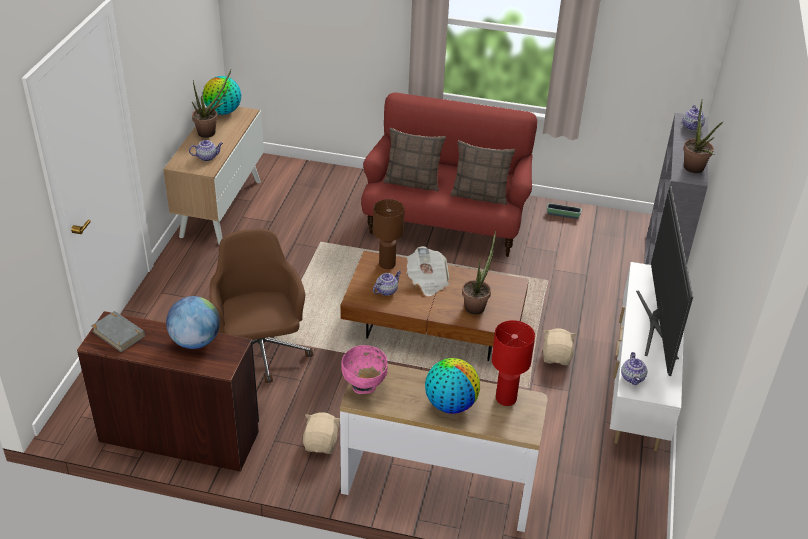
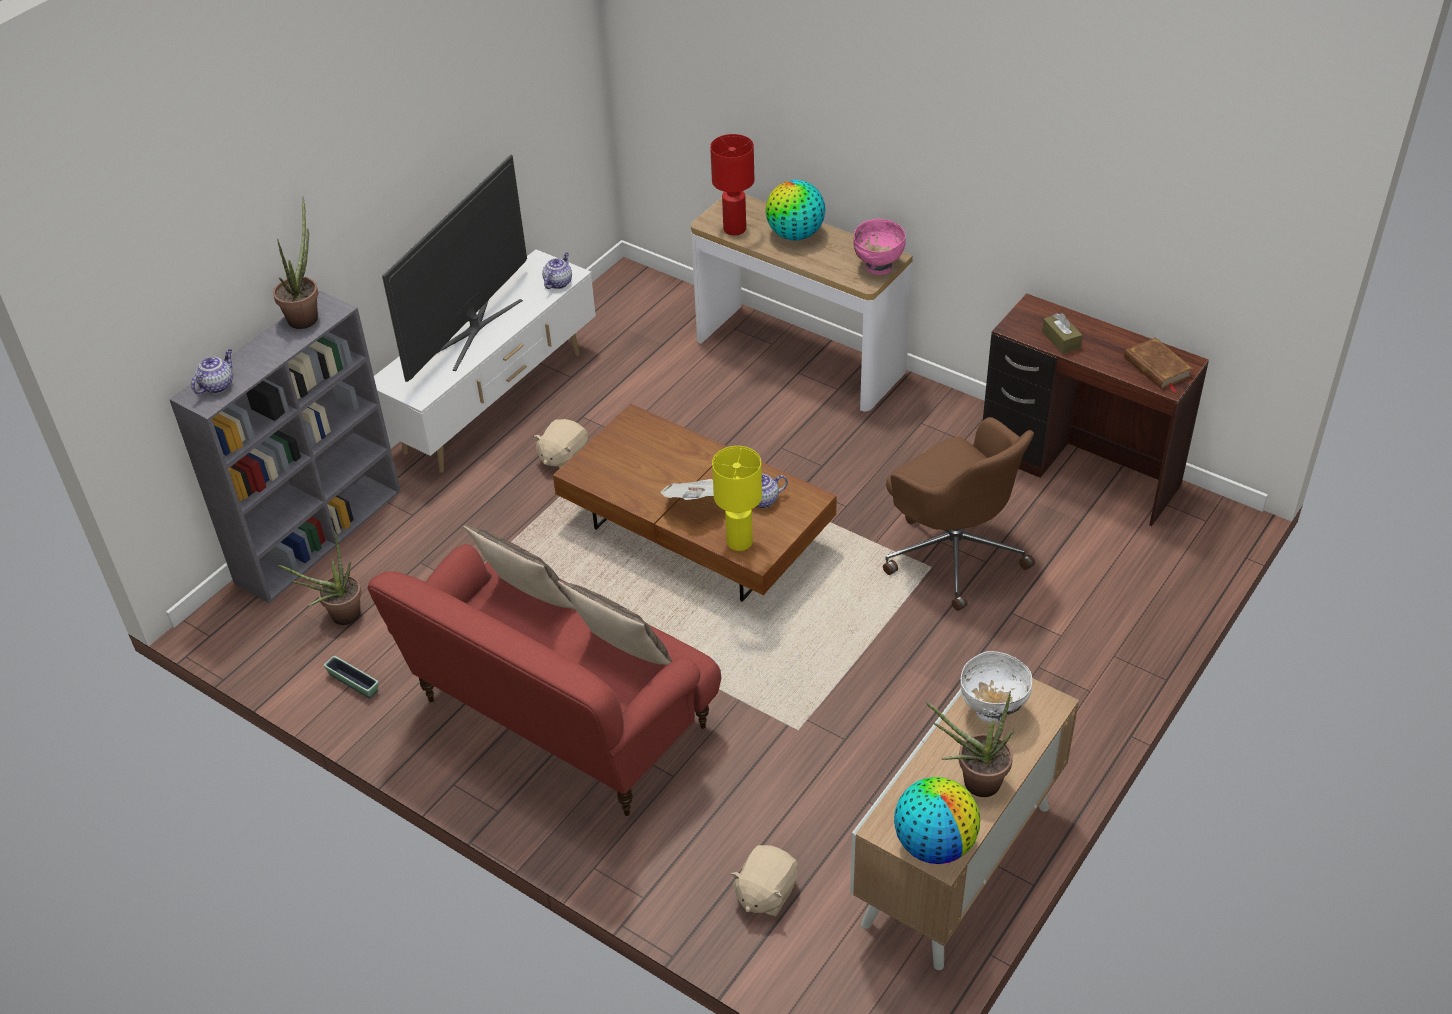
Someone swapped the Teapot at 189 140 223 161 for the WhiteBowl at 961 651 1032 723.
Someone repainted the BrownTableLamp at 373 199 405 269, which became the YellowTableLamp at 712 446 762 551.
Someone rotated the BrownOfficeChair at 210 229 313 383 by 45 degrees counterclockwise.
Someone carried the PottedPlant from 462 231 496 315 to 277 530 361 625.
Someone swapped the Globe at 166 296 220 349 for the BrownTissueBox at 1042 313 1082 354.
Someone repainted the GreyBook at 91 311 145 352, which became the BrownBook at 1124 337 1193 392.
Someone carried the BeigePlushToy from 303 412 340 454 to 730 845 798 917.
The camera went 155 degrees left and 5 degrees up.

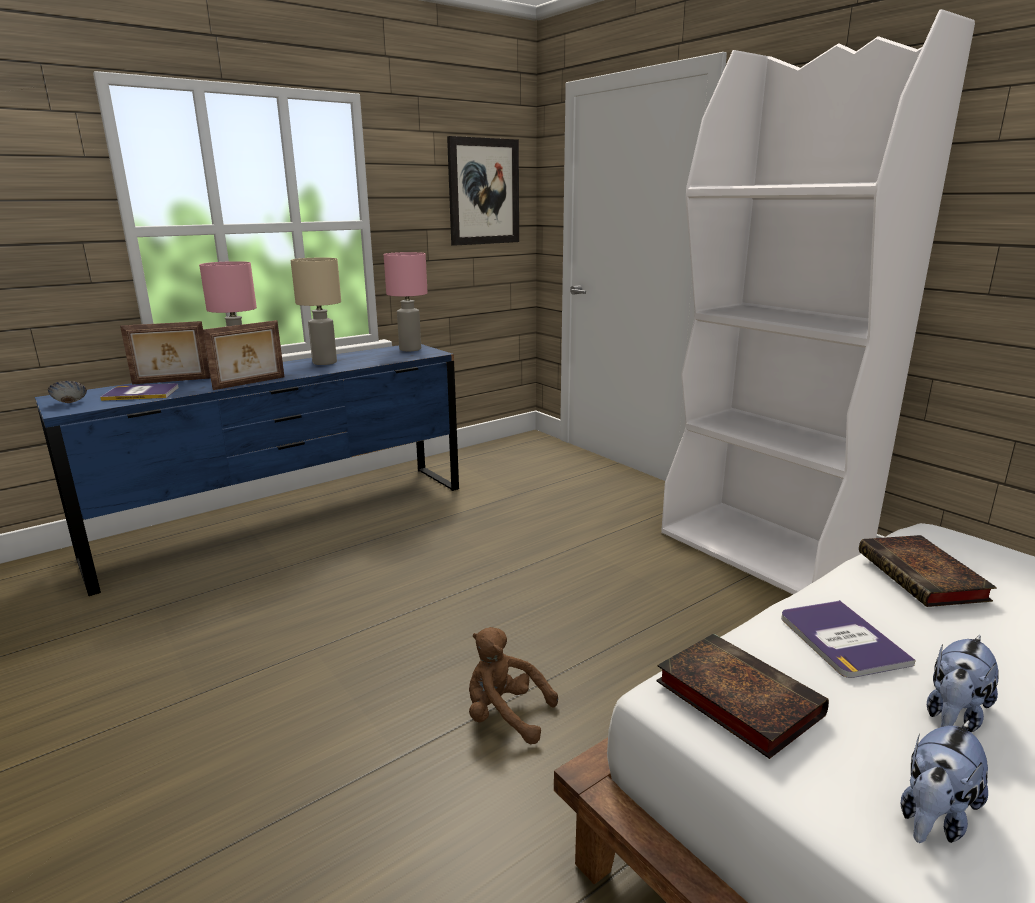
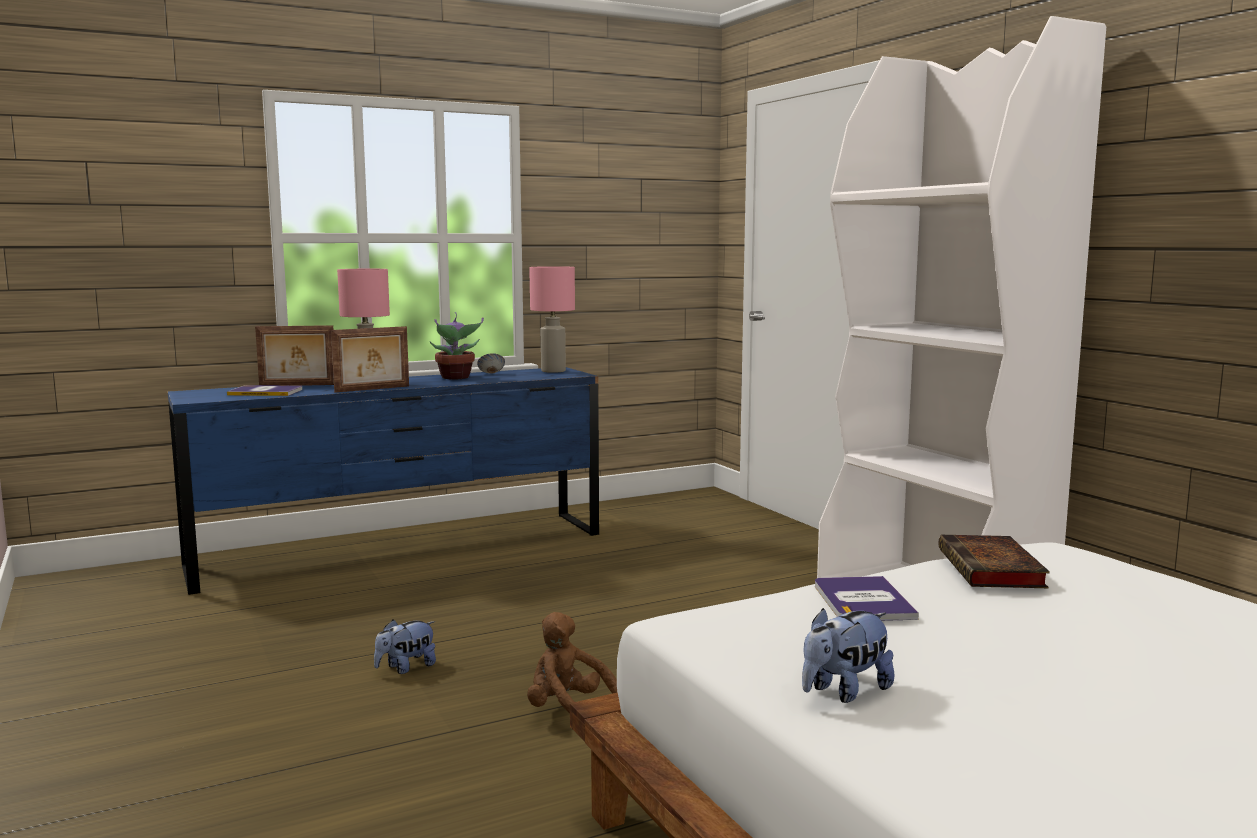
Someone took away the Picture at 447 136 519 246.
Someone swapped the BeigeTableLamp at 291 257 341 365 for the PottedPlant at 430 312 484 380.
Someone carried the Bowl from 48 381 87 403 to 477 353 505 374.
Someone took away the Book at 657 633 829 759.
Someone carried the PlushToy from 927 635 999 732 to 374 620 436 674.
The camera went 10 degrees right and 10 degrees down.

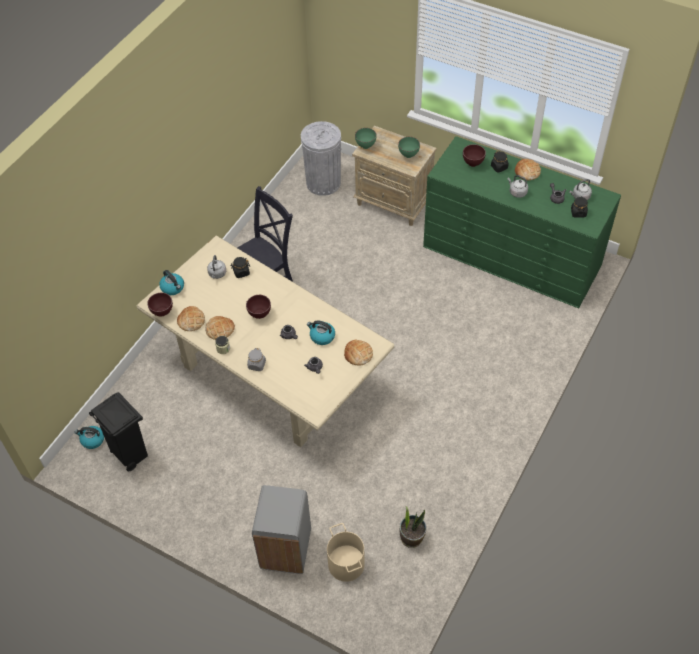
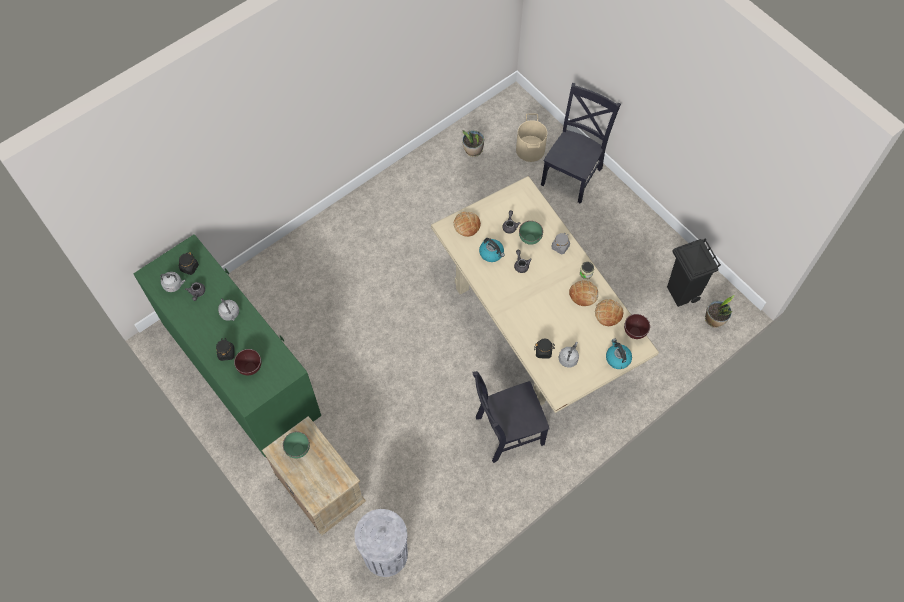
Someone carried the GreenBowl from 355 128 376 149 to 519 221 543 245.
Someone took away the Bread at 515 159 541 180.
Someone took away the BrownBowl at 246 295 271 319.
Someone swapped the Kettle at 74 426 104 449 for the PottedPlant at 705 295 734 328.
Someone swapped the GreyTrashCan at 252 485 311 574 for the BlackChair at 541 83 621 204.
The camera went 160 degrees left and 10 degrees up.

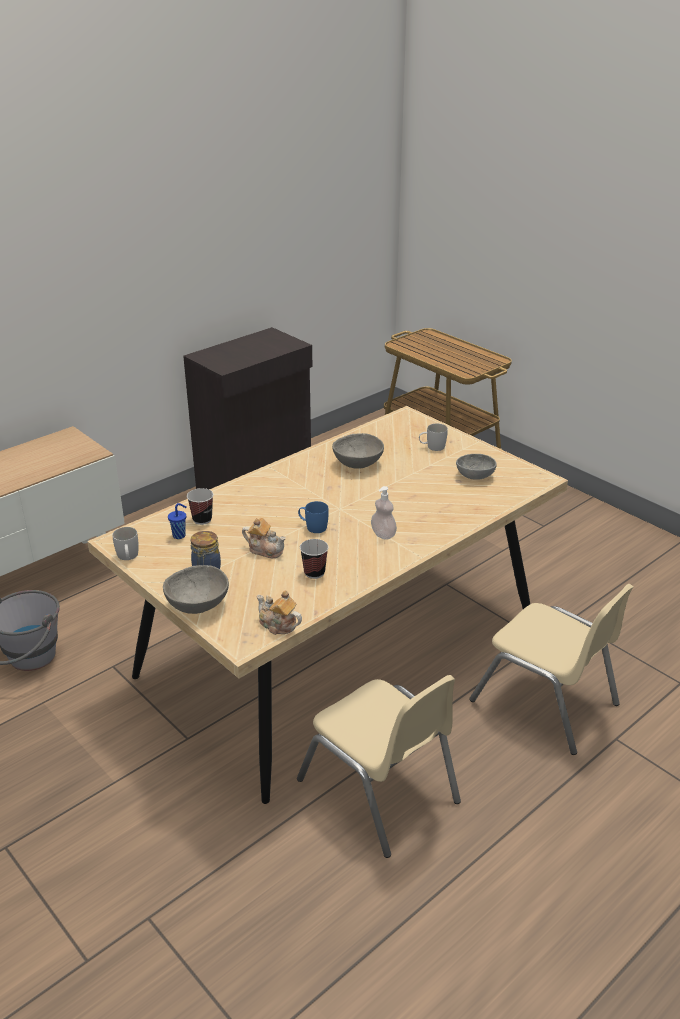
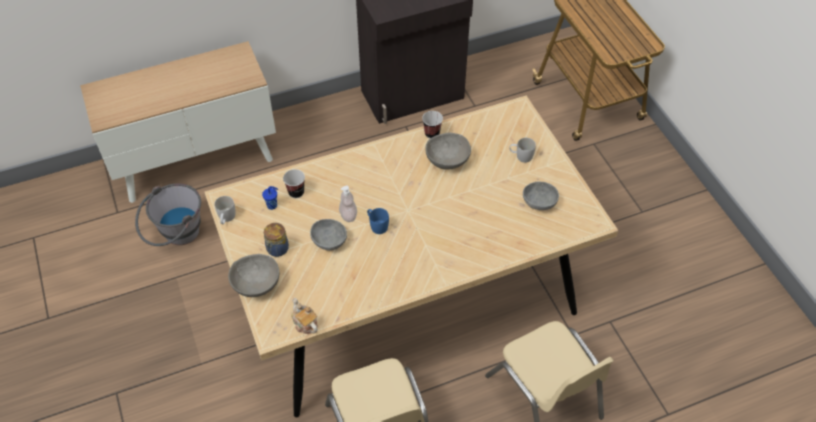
Someone carried the SoapDispenser from 371 486 397 540 to 339 185 357 222.
Someone swapped the Teapot at 242 518 286 558 for the GreyBowl at 310 219 347 251.
Someone carried the Cup from 300 539 329 579 to 422 111 443 138.
The camera went 20 degrees right and 20 degrees up.

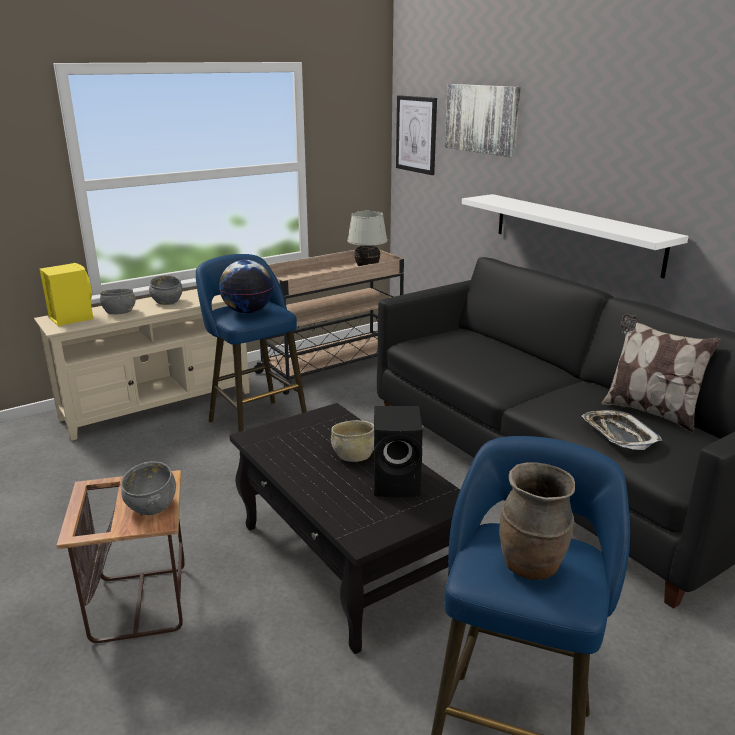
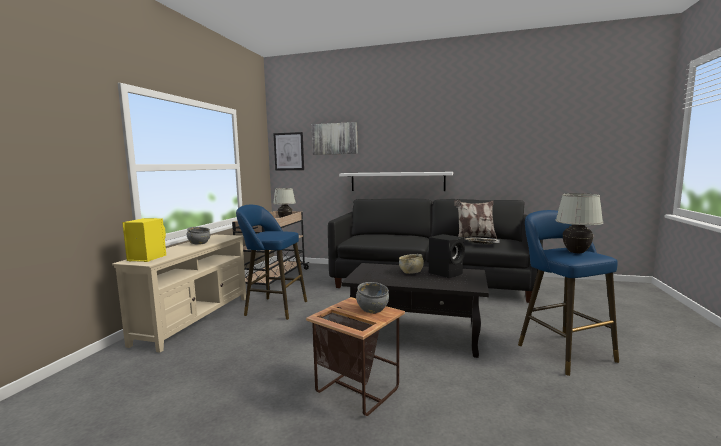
Someone took away the Globe at 219 260 273 313.
Someone took away the GreyBowl at 100 288 136 314.
Someone swapped the BrownVase at 499 462 575 580 for the WhiteTableLamp at 556 193 603 253.
The camera went 40 degrees left and 15 degrees down.

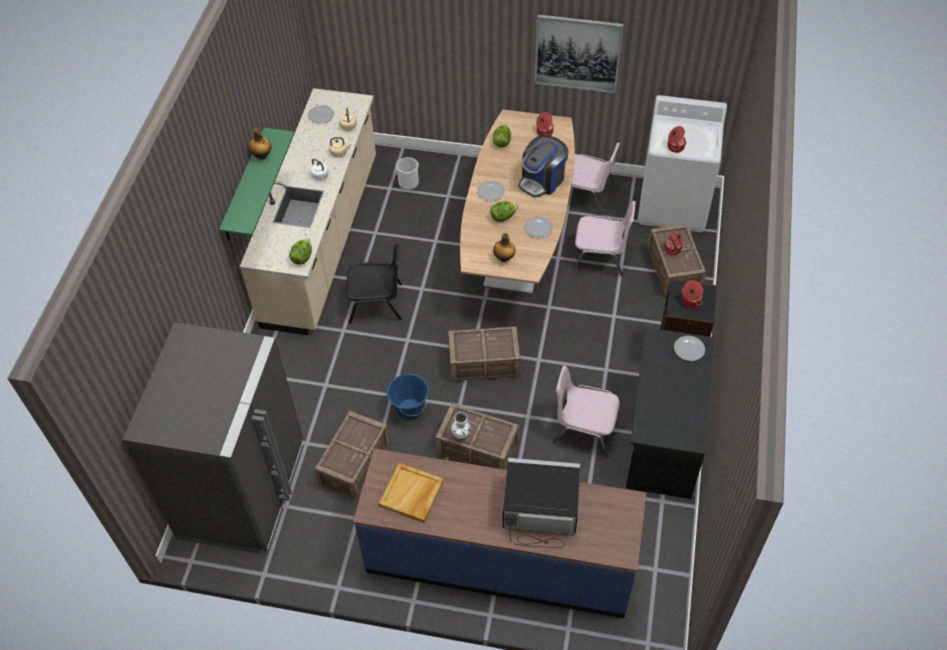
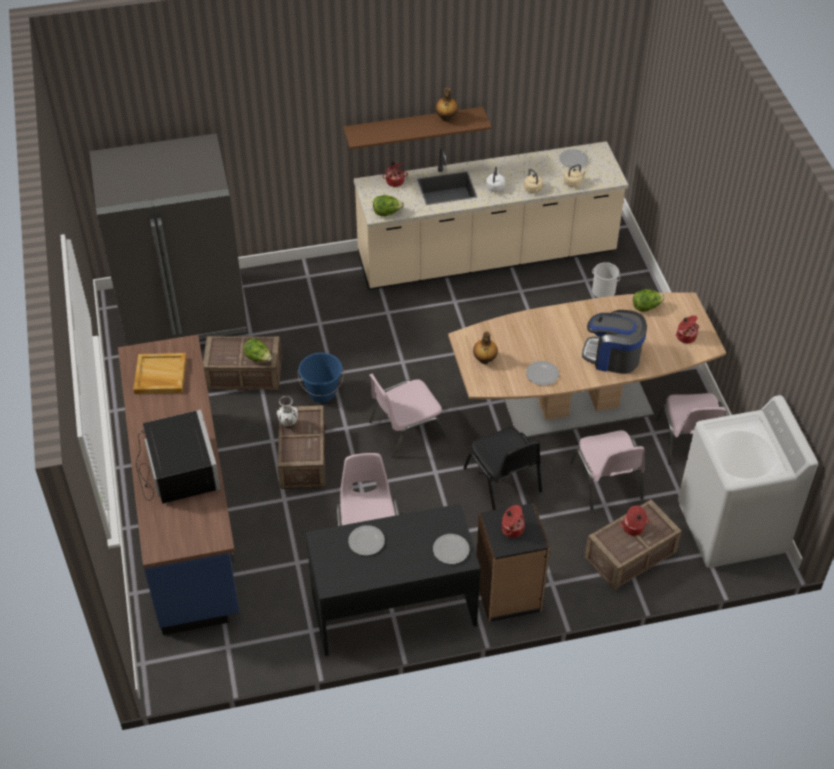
Someone took away the Picture at 534 14 624 93.
Someone carried the CookingPot from 667 126 686 153 to 382 162 408 187.
Someone repainted the GreenShelf at 219 128 295 241, which became the BrownShelf at 344 107 491 149.
Someone carried the Plate from 477 181 505 201 to 348 525 385 556.
Someone carried the Lettuce from 490 201 518 222 to 244 338 272 362.
Someone carried the BlackChair from 346 244 402 324 to 463 427 542 510.
Someone swapped the Crate at 448 326 521 382 for the PinkChair at 369 373 447 458.
The camera went 65 degrees right and 5 degrees down.

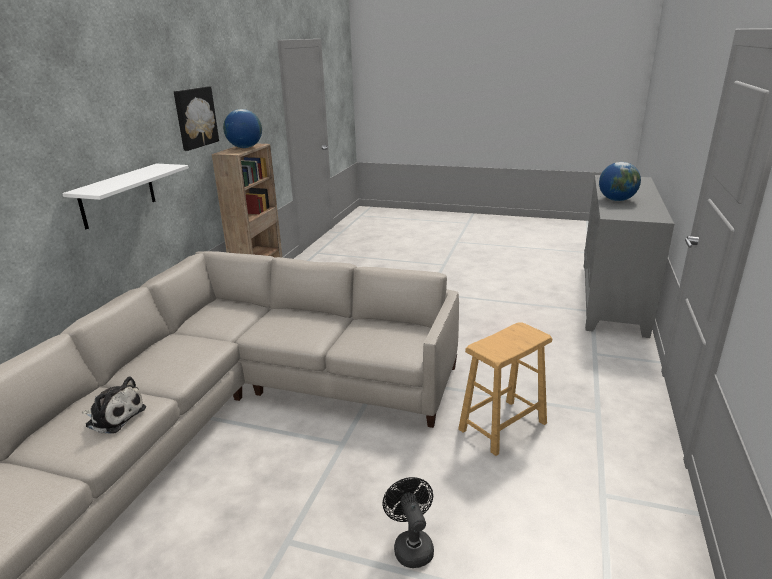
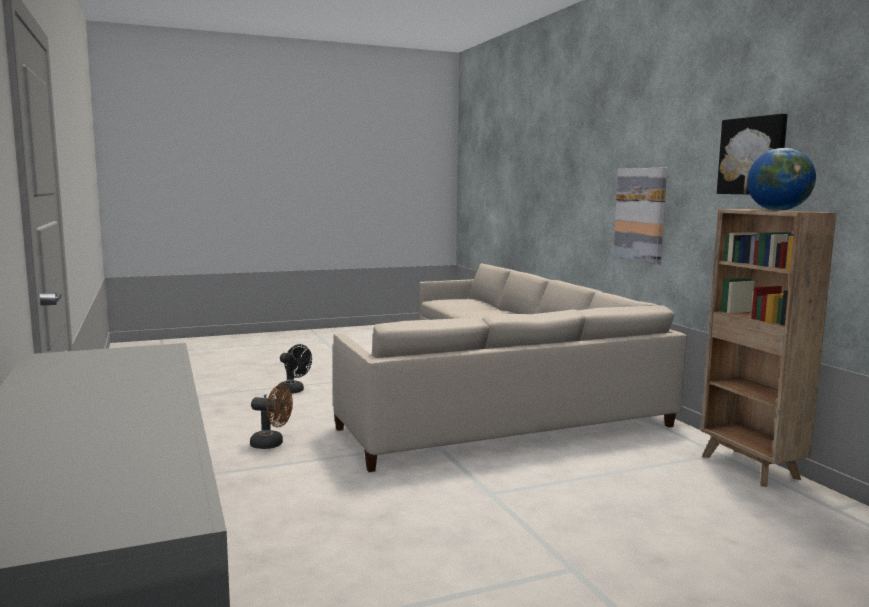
Someone took away the Globe at 599 162 641 201.
Someone swapped the WhiteShelf at 62 164 189 229 for the Picture at 613 168 667 264.
Someone swapped the BrownStool at 458 322 552 456 for the BrownFan at 250 385 293 449.
Someone took away the PlushToy at 82 376 146 433.
The camera went 140 degrees right and 15 degrees down.

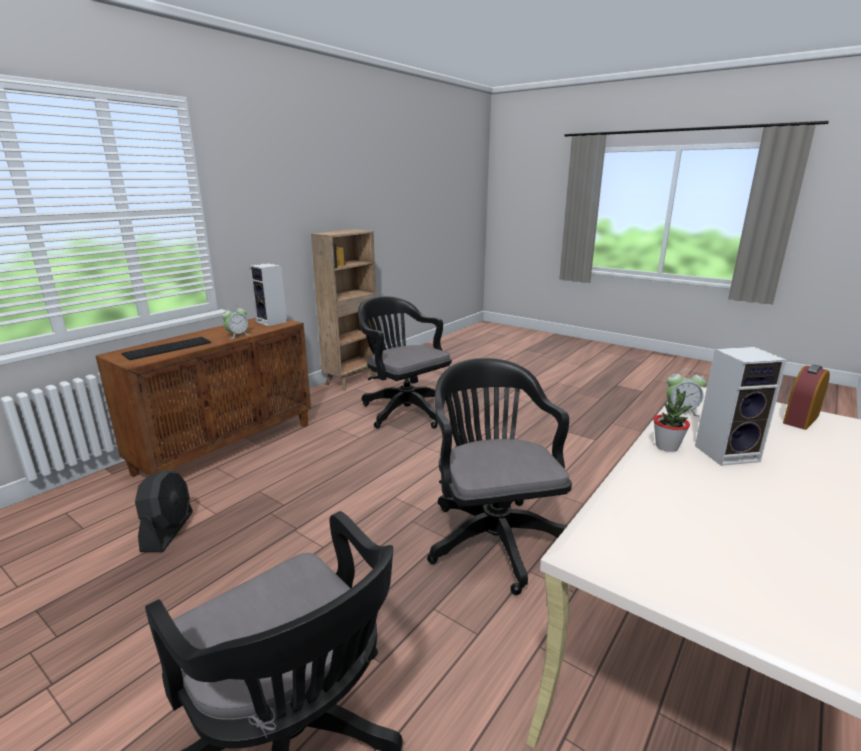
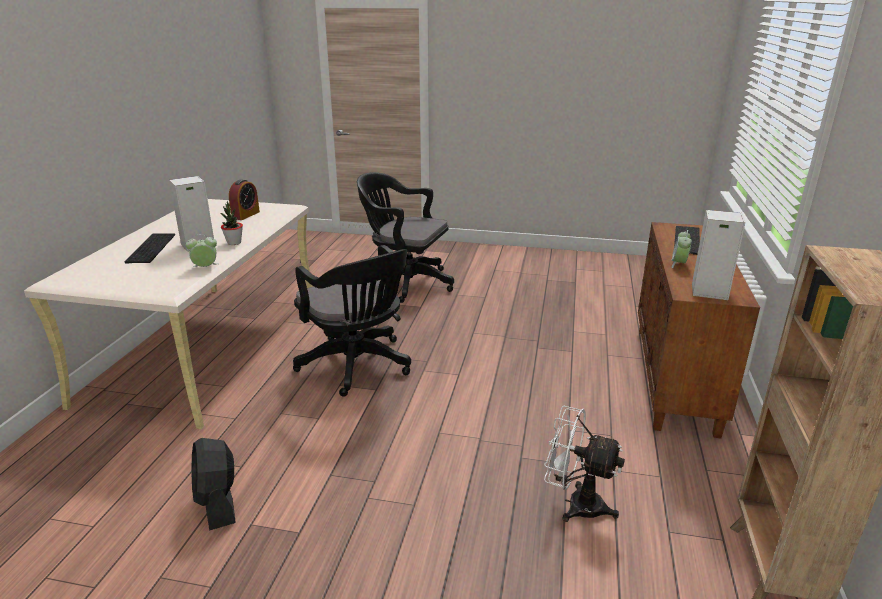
Someone swapped the BlackOfficeChair at 358 296 453 429 for the WhiteFan at 544 406 625 522.
Someone carried the AlarmClock from 783 364 830 430 to 229 179 260 220.
Someone carried the BlackFan from 135 470 193 552 to 191 438 235 531.
Someone put down the Keyboard at 125 233 175 263.
The camera went 155 degrees right and 5 degrees up.

